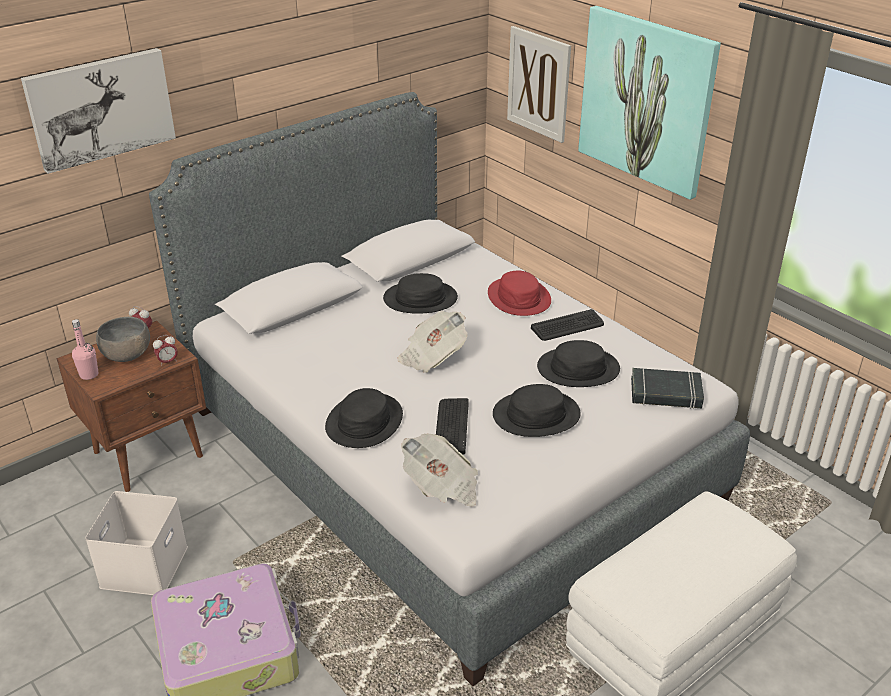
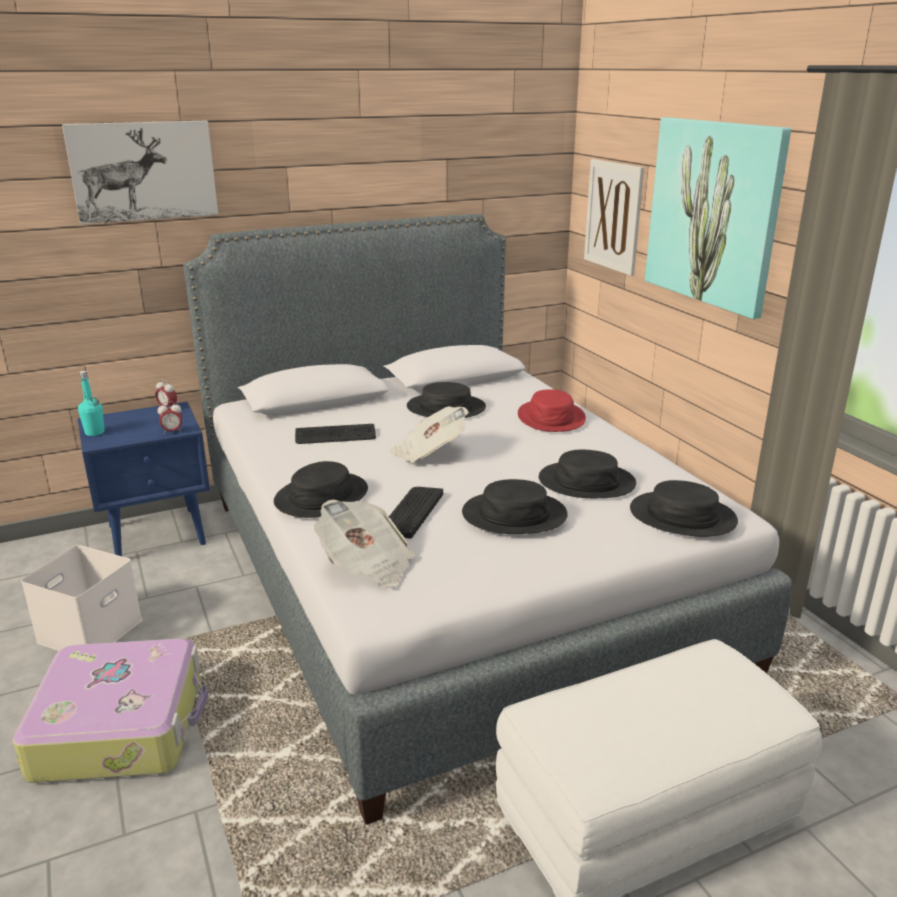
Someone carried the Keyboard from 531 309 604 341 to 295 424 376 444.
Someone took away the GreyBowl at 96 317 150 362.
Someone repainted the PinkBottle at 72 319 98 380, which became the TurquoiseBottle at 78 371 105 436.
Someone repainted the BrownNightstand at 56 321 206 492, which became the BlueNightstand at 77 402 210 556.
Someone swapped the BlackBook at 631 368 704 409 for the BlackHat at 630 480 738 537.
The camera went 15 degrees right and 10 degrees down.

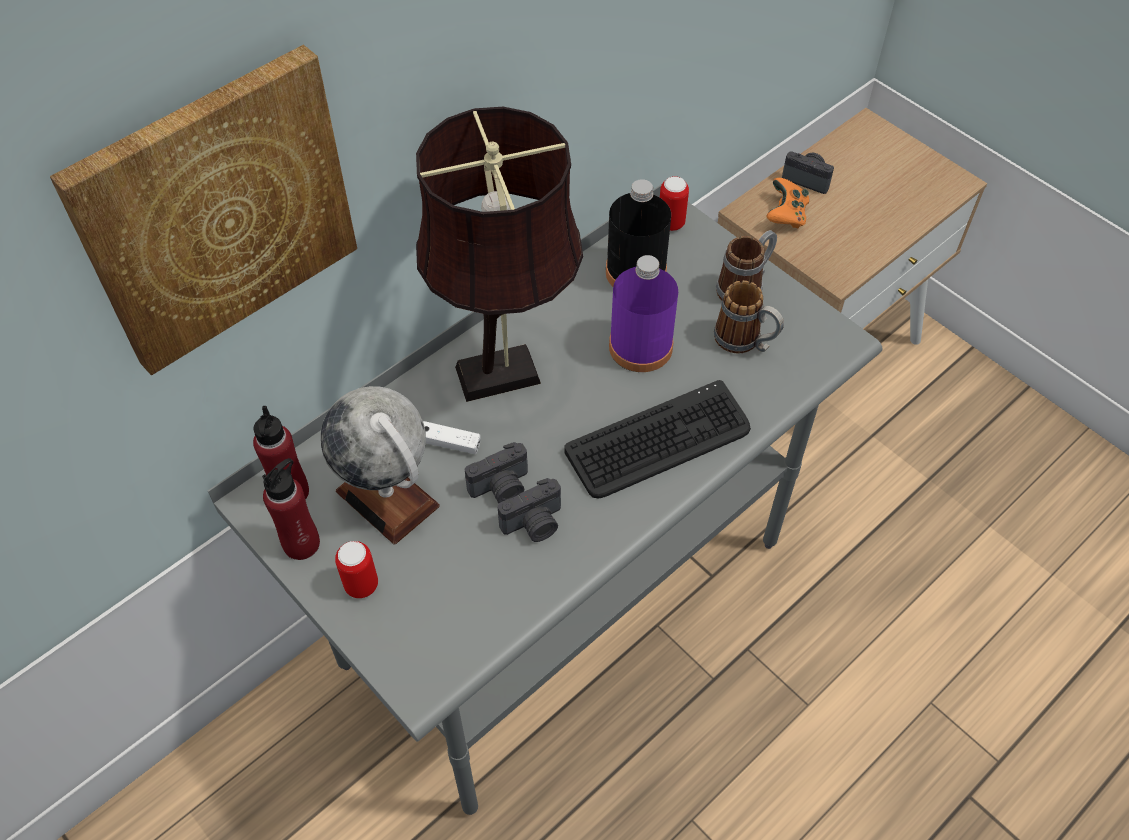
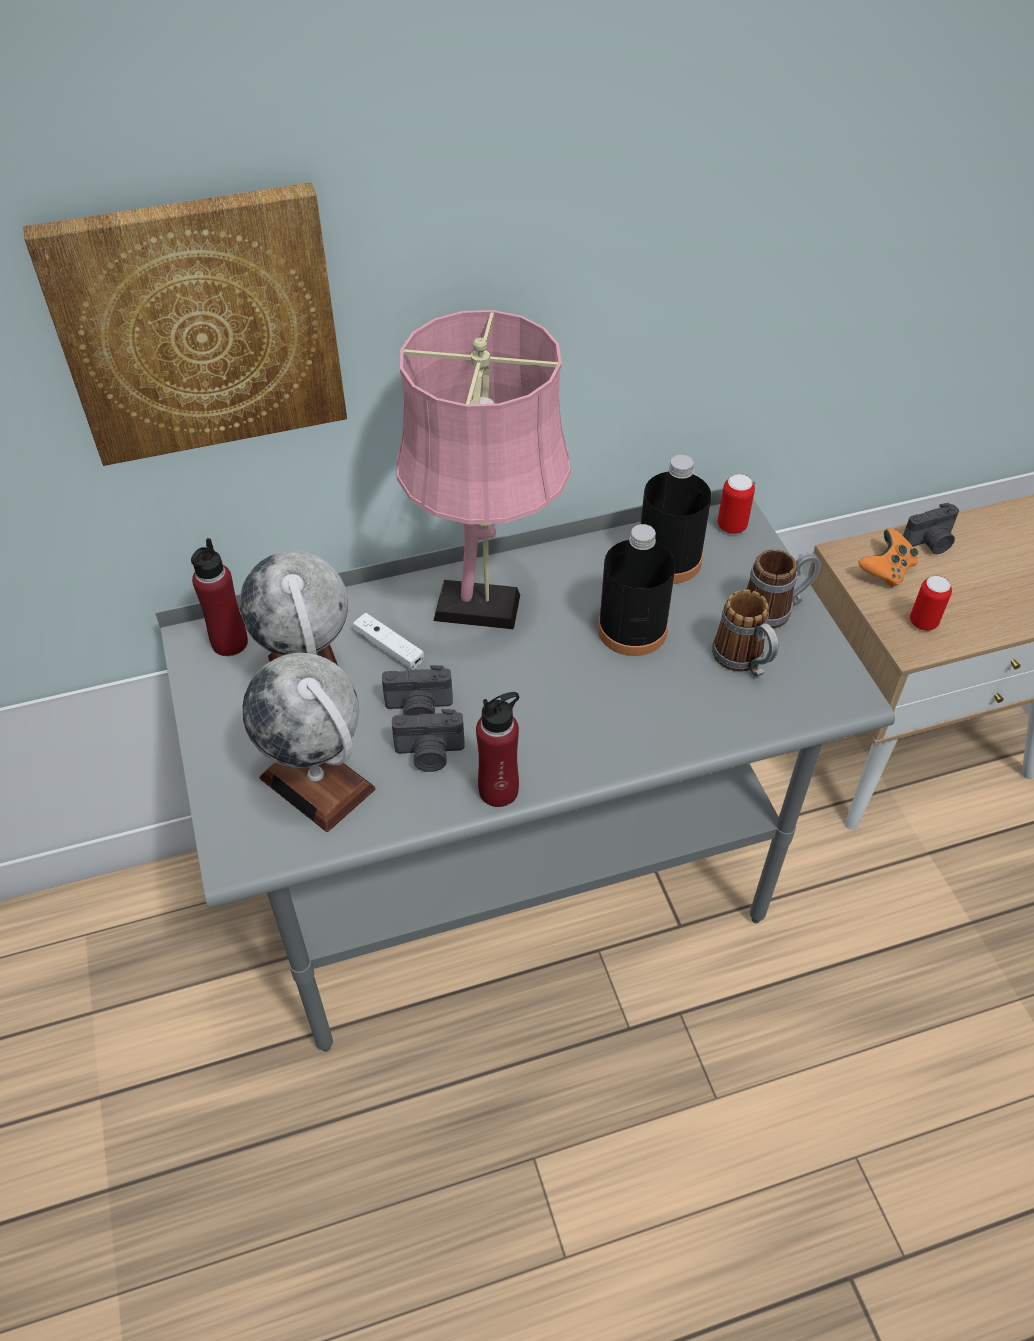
Someone repainted the BrownTableLamp at 416 107 583 402, which became the PinkTableLamp at 397 310 571 629.
Someone rotated the PhotoCamera at 782 151 834 194 by 105 degrees clockwise.
Someone repainted the PurpleBottle at 609 255 678 372, which became the BlackBottle at 598 524 675 656.
Someone took away the Keyboard at 564 380 751 498.
Someone carried the RedBottle from 262 458 320 560 to 476 692 520 807.
Someone carried the Can from 335 541 378 598 to 910 576 952 631.
Someone put down the Globe at 243 653 376 832.
The camera went 25 degrees right and 5 degrees down.

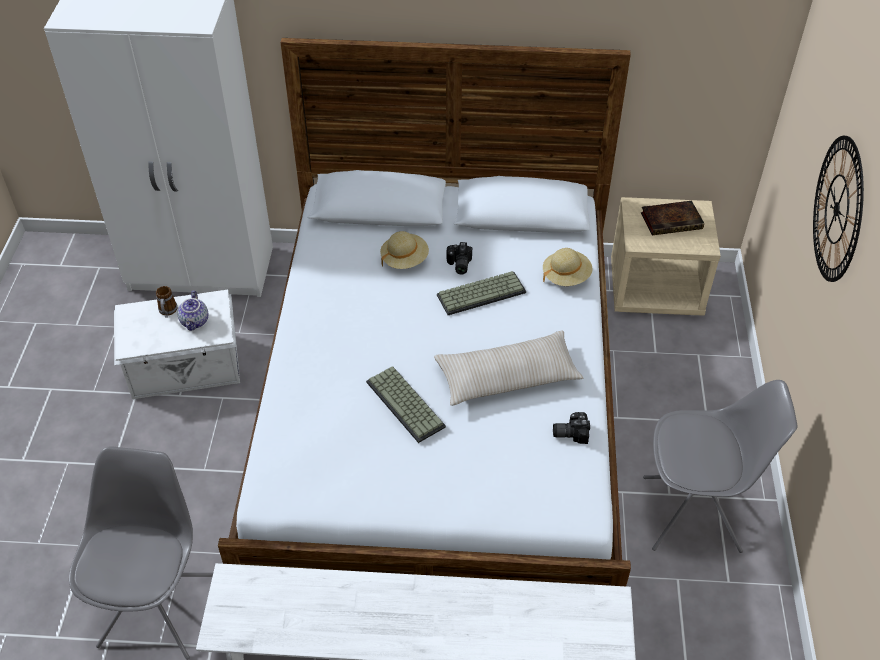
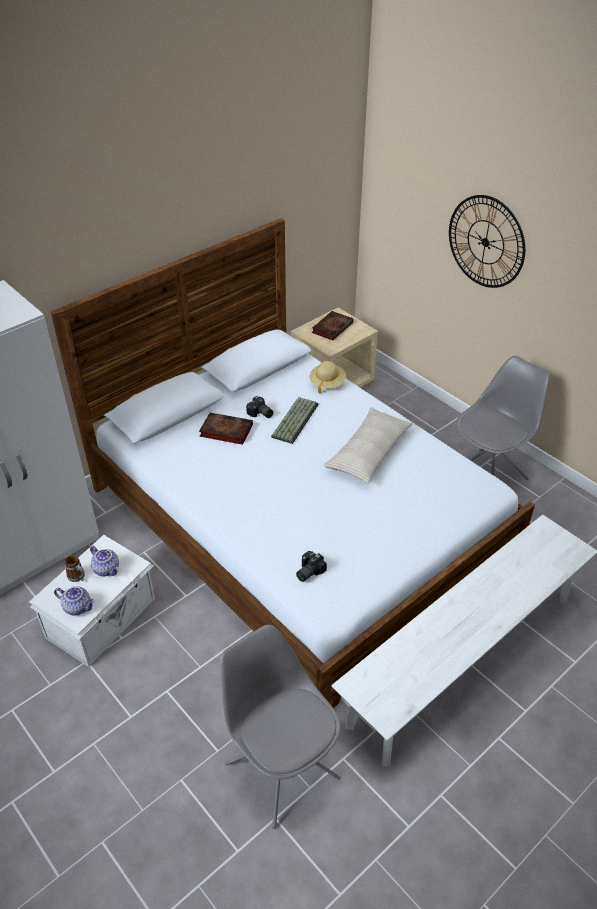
Someone swapped the BeigeHat at 380 231 429 269 for the Book at 199 412 253 445.
Someone took away the Keyboard at 366 366 446 443.
Someone carried the PhotoCamera from 553 412 590 444 to 296 551 327 582.
Someone put down the Teapot at 54 586 95 615.
The camera went 45 degrees left and 5 degrees down.

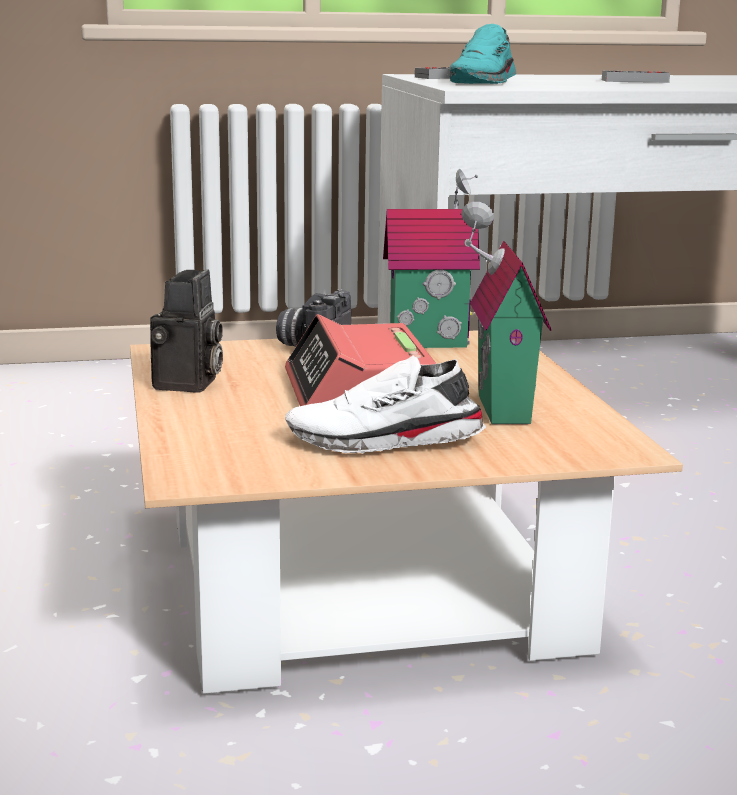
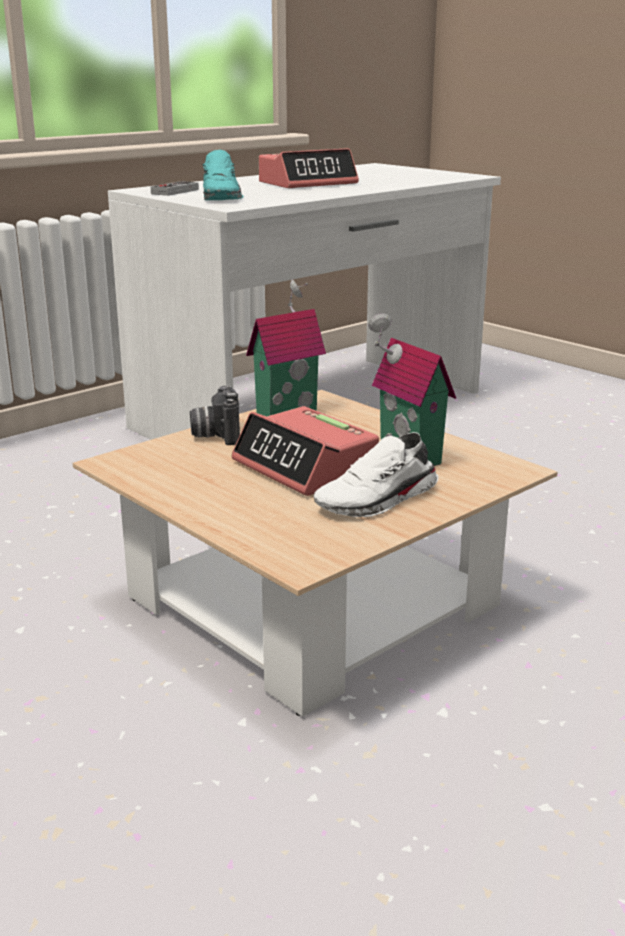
Someone swapped the GameController at 602 71 670 83 for the AlarmClock at 259 148 359 189.
Someone took away the PhotoCamera at 150 269 223 393.
The camera went 30 degrees left and 5 degrees up.

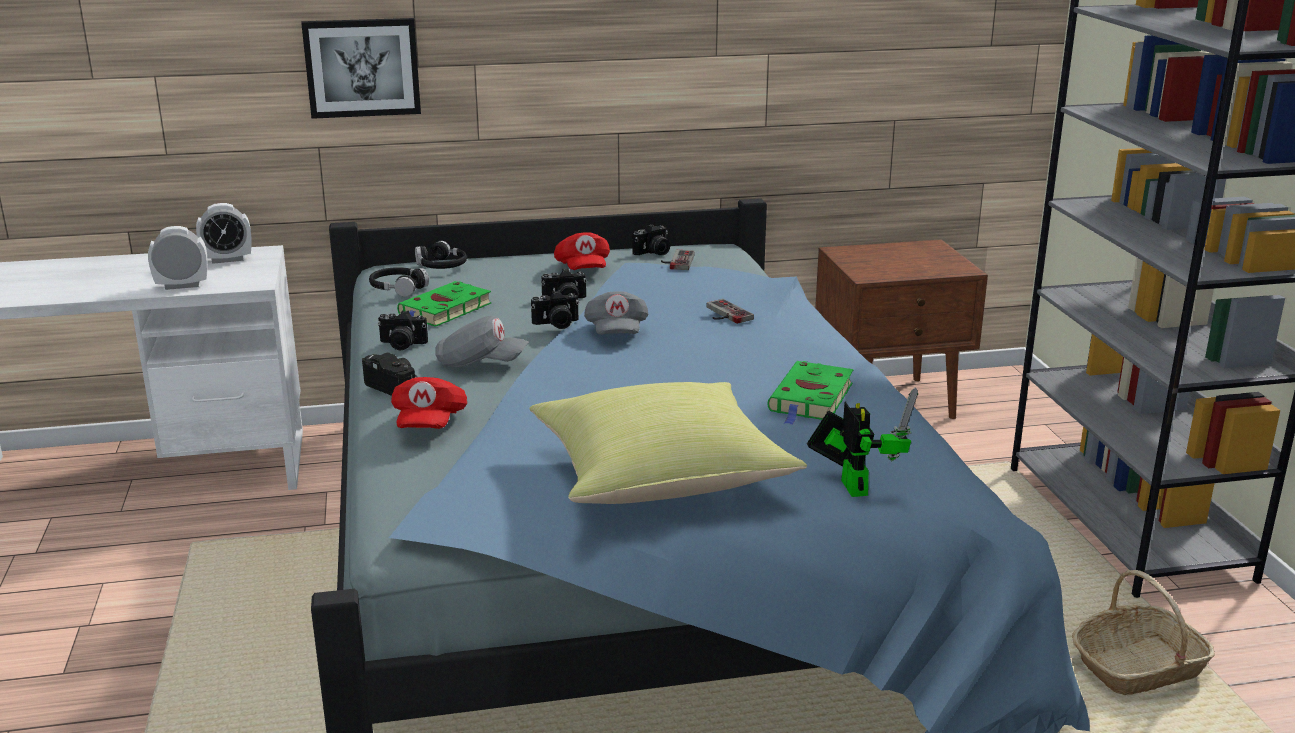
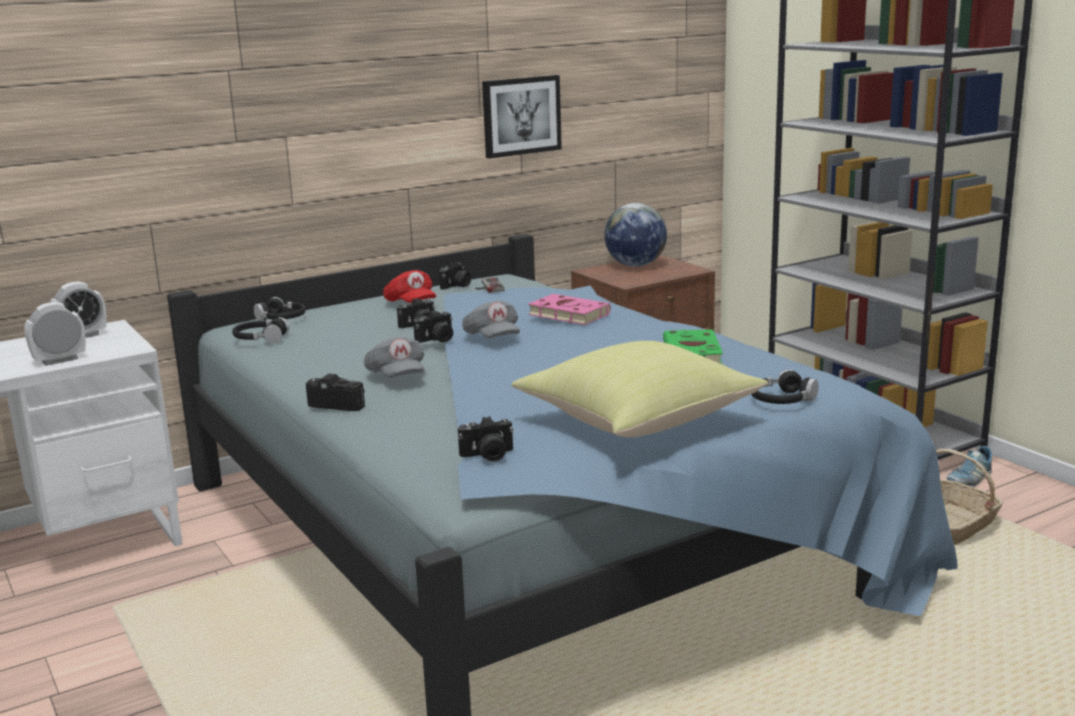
Someone carried the Picture from 301 18 421 119 to 482 75 562 159.
Someone took away the GreenBook at 397 281 492 327.
Someone swapped the GameController at 706 299 754 324 for the PinkBook at 528 294 611 325.
Someone carried the PhotoCamera from 377 310 428 350 to 458 416 514 462.
Someone rotated the GreyCap at 435 316 529 367 by 75 degrees clockwise.
Someone took away the RedCap at 391 377 467 429.
Someone swapped the ToyRobot at 807 387 918 497 for the BlackHeadphones at 751 369 819 404.
Someone put down the Globe at 604 203 667 267.
Someone put down the Shoe at 946 446 992 487.
The camera went 20 degrees left and 5 degrees down.

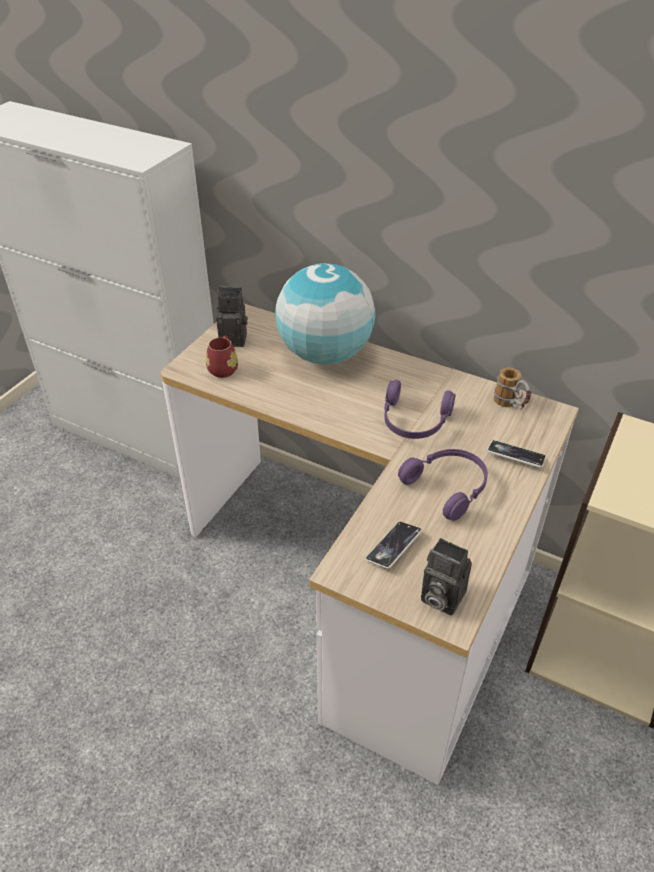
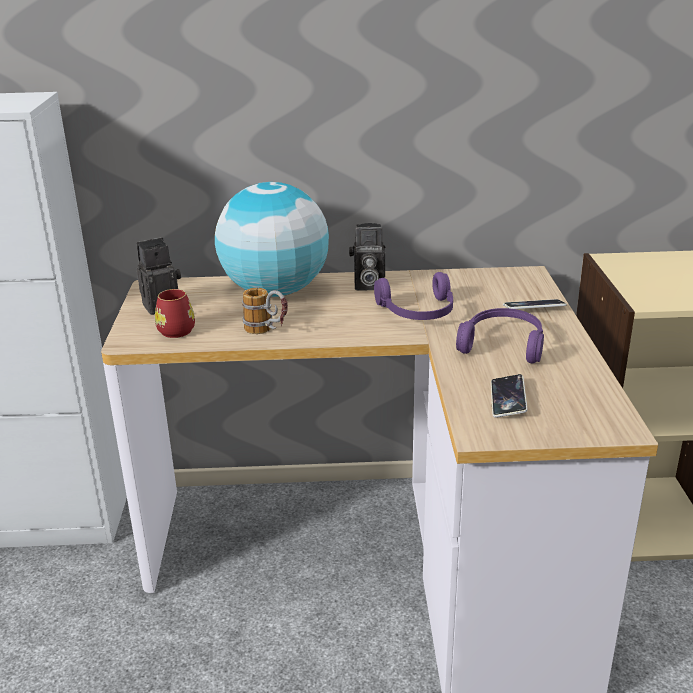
Someone carried the Mug from 494 368 531 410 to 242 288 288 334.
Someone carried the PhotoCamera from 421 538 472 615 to 349 223 385 291.
The camera went 30 degrees left and 15 degrees down.

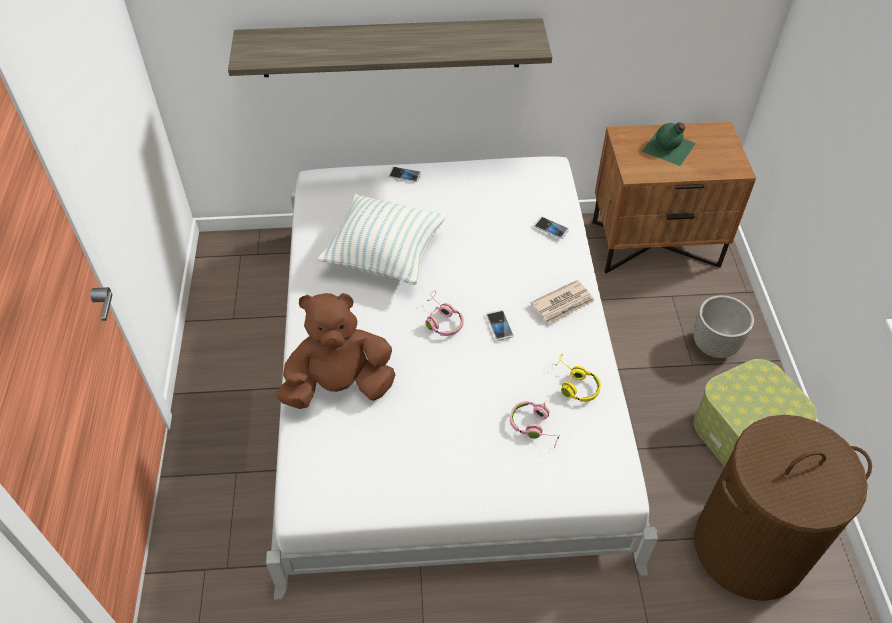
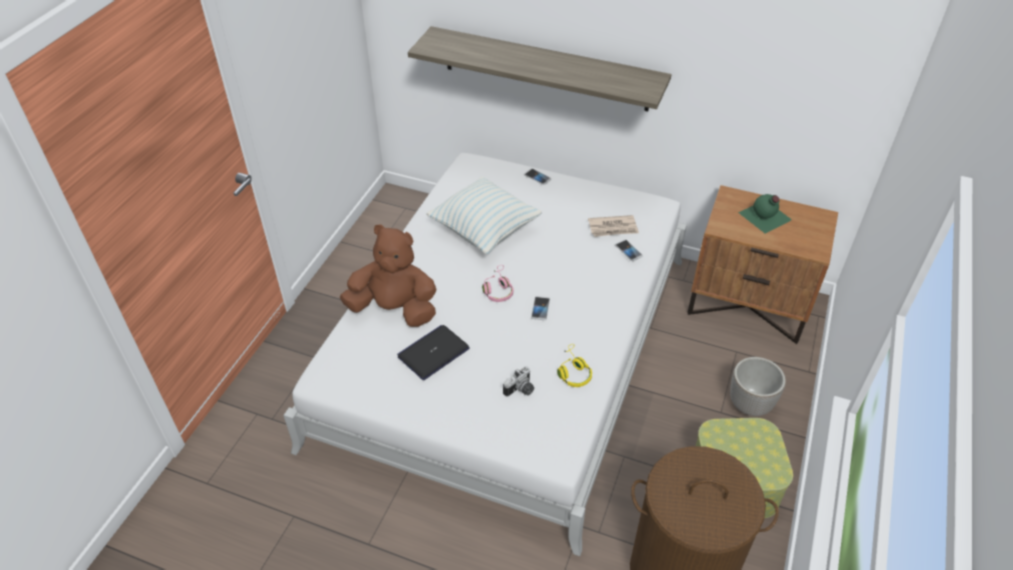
Someone carried the Newspaper from 530 280 595 324 to 588 215 639 237.
Someone swapped the PinkHeadphones at 510 401 560 448 for the PhotoCamera at 503 366 534 397.
Someone put down the Laptop at 397 325 470 380.
The camera went 25 degrees right and 5 degrees down.

